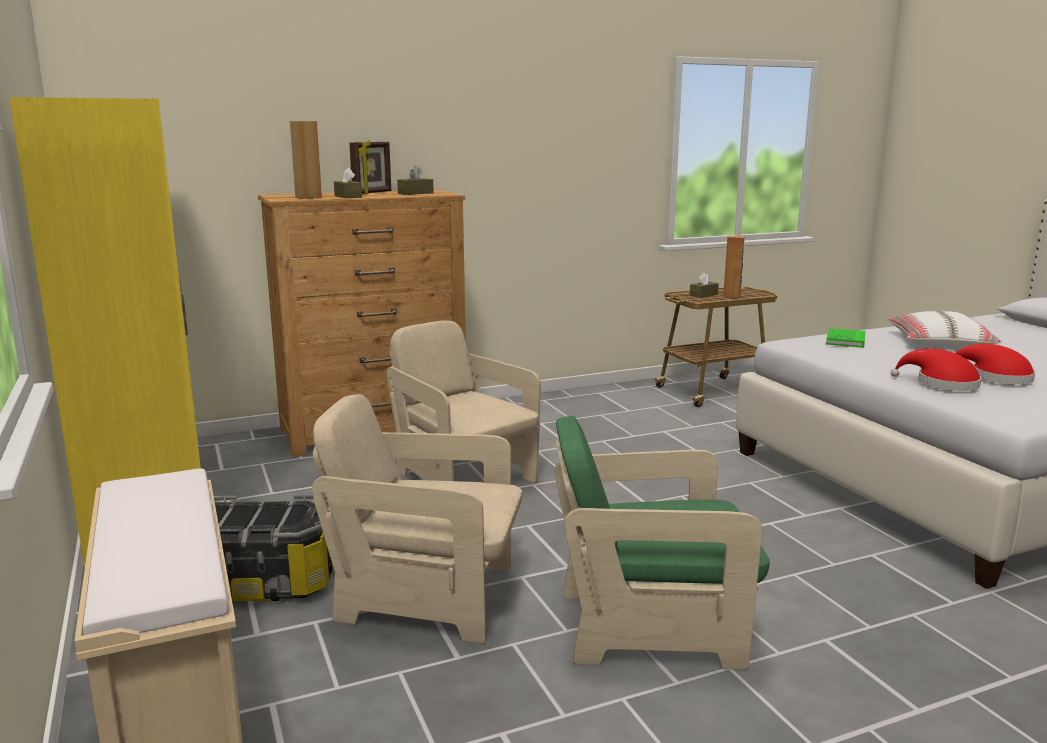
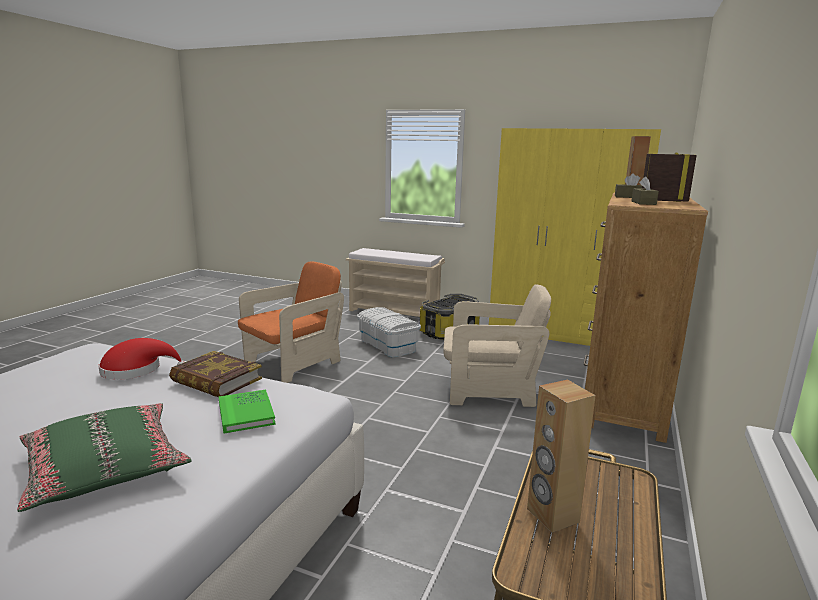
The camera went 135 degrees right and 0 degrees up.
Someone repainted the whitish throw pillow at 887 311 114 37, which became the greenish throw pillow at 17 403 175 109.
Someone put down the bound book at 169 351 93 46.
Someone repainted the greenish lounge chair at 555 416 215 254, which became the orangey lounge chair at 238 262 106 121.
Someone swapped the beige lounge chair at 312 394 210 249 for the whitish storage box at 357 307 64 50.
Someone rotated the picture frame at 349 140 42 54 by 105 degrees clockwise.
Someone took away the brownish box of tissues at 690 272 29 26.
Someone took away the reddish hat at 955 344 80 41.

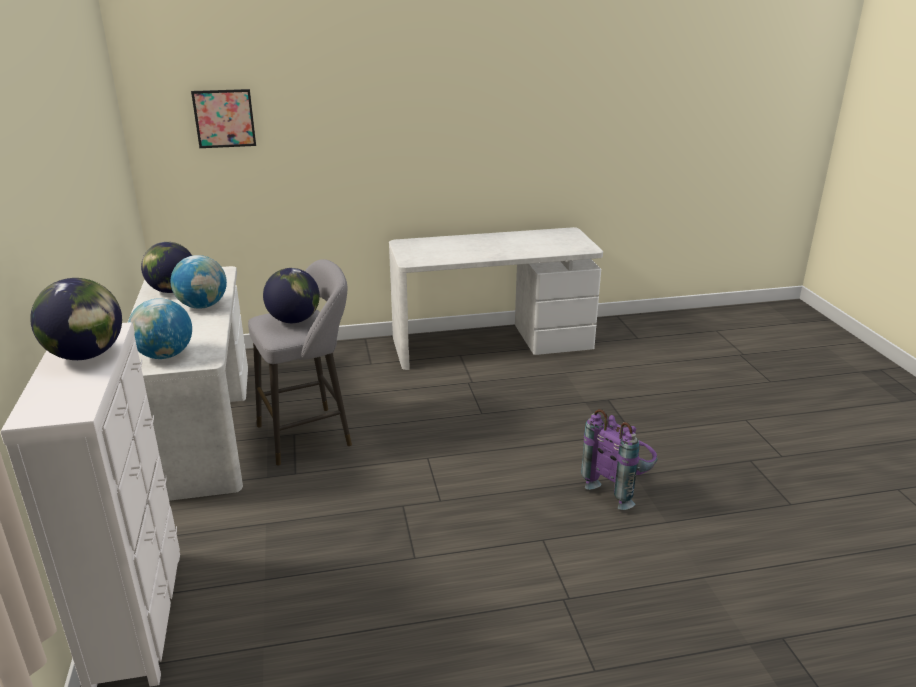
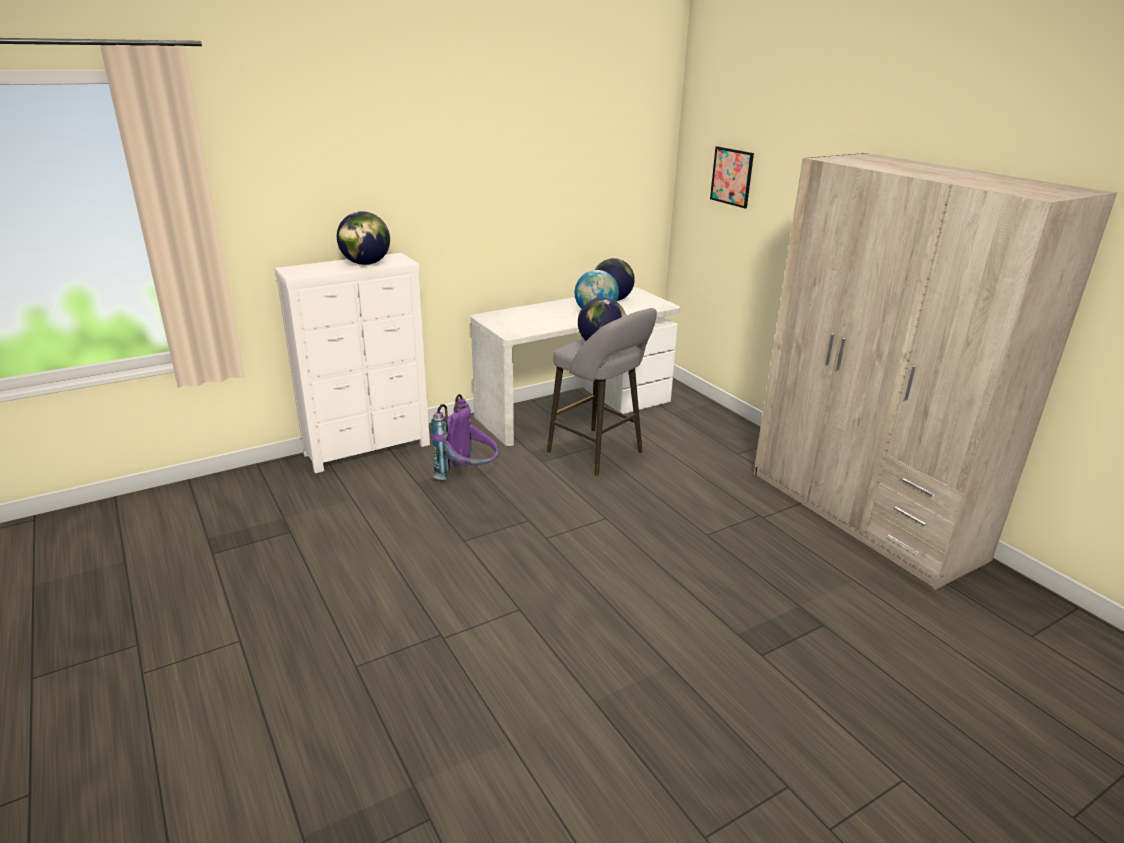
The camera went 70 degrees right and 0 degrees up.
Someone carried the purple knapsack from 581 409 76 101 to 431 394 68 86.
Someone swapped the whitish desk table at 389 227 214 143 for the beige clothes cupboard at 754 153 363 437.
Someone took away the desk globe at 128 298 64 61.

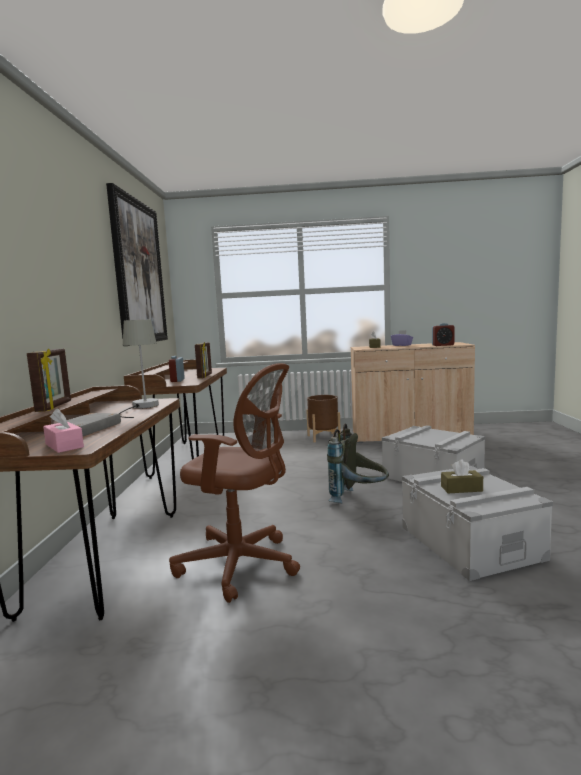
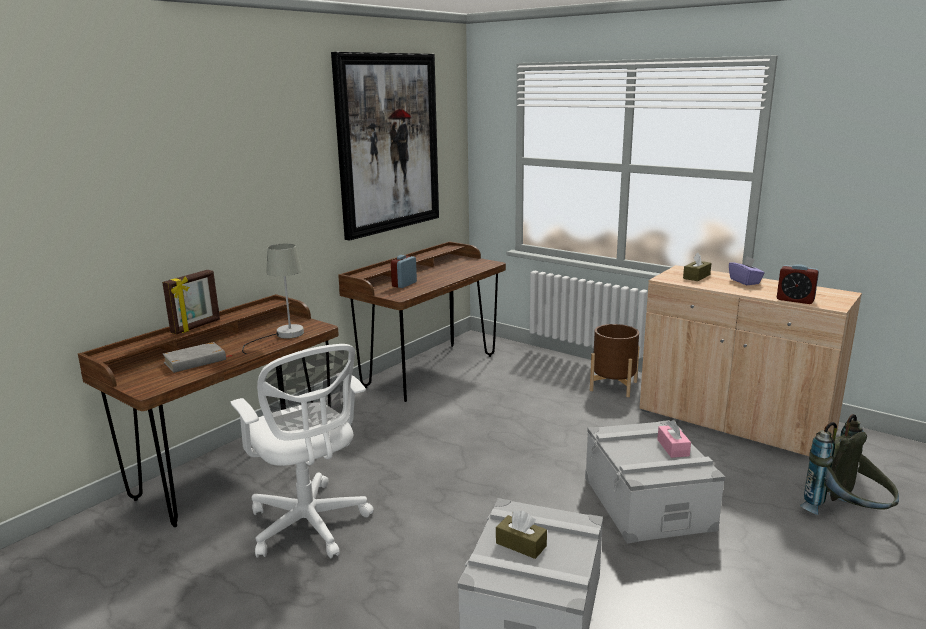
The camera went 35 degrees right and 10 degrees up.
Someone repainted the brownish computer chair at 169 363 131 240, which became the whitish computer chair at 231 344 143 214.
Someone carried the pink box of tissues from 43 408 41 45 to 657 420 34 38.
Someone carried the gray knapsack from 327 423 62 80 to 800 414 99 101.
Someone took away the picture frame at 195 342 17 36.

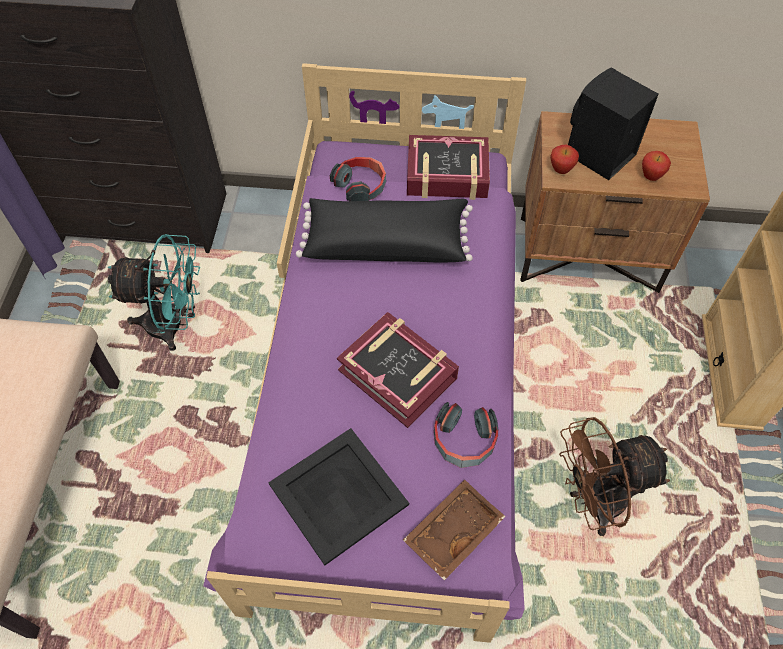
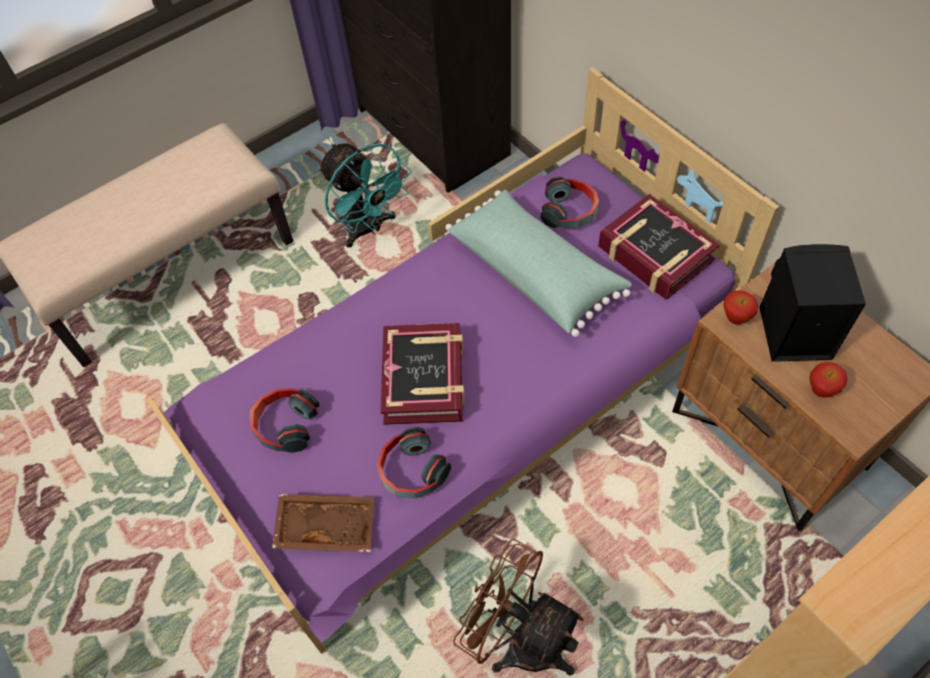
The camera went 50 degrees right and 0 degrees up.
Someone swapped the blackish tray at 269 428 140 138 for the pair of headphones at 250 388 70 65.
Someone repainted the blackish throw pillow at 296 198 177 64, which became the greenish throw pillow at 445 190 187 147.

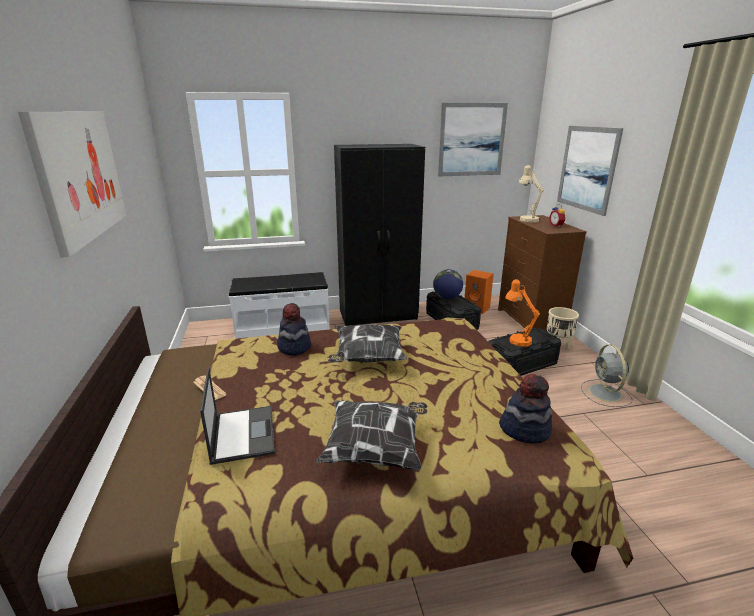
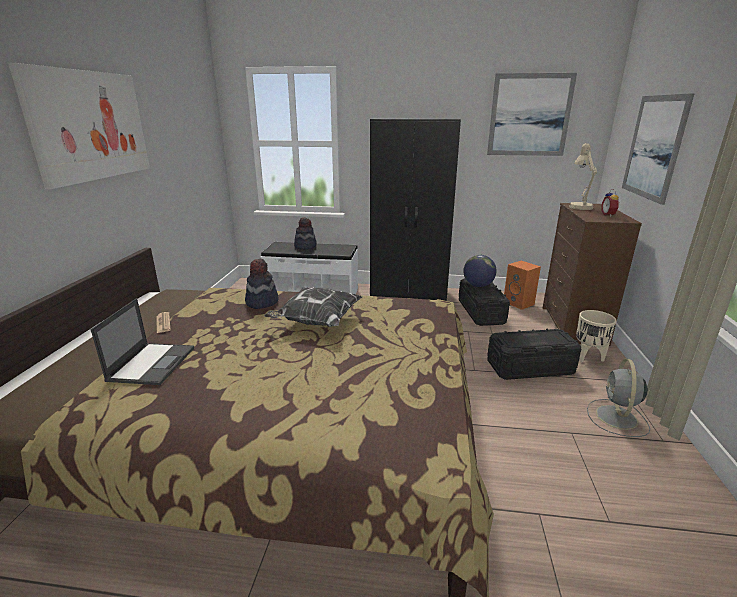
The camera went 20 degrees right and 0 degrees up.
Someone carried the hat from 499 374 53 69 to 294 217 22 33.
Someone took away the throw pillow at 316 401 111 69.
Someone took away the orangey table lamp at 505 279 35 68.

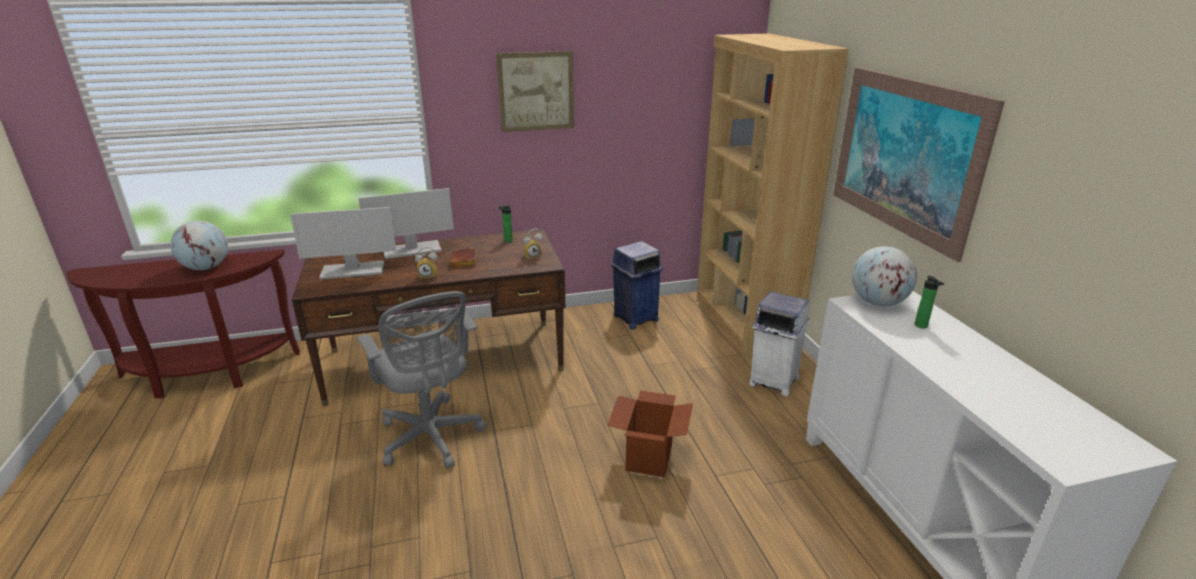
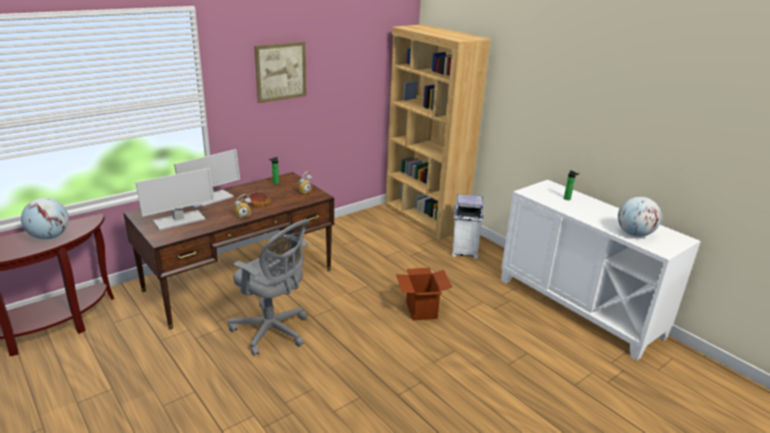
The camera went 25 degrees left and 0 degrees up.
Someone carried the desk globe from 852 246 65 60 to 618 196 43 41.
Someone took away the bluish rubbish bin at 611 241 52 89.
Someone took away the picture at 833 67 172 195.

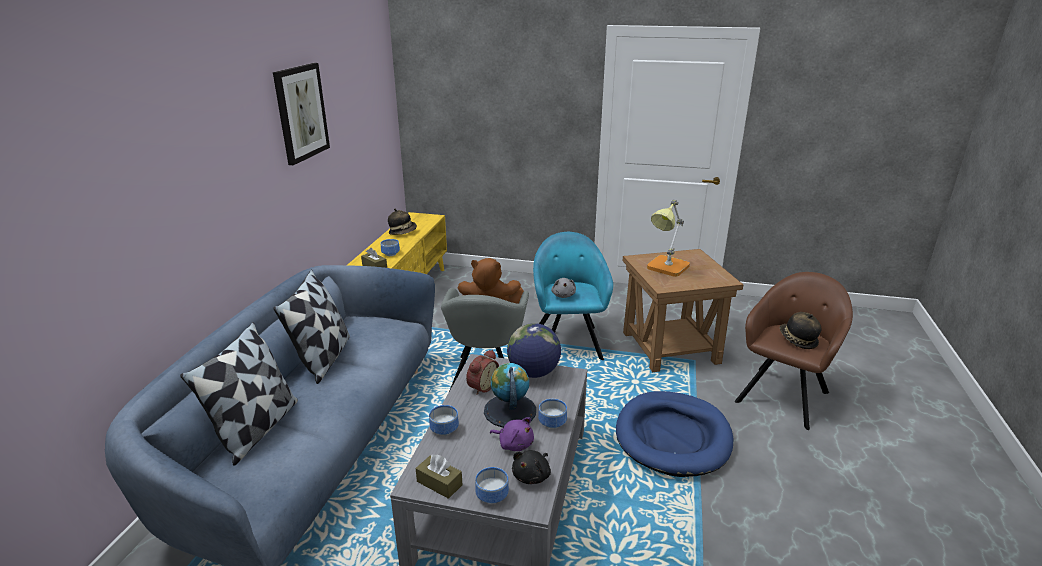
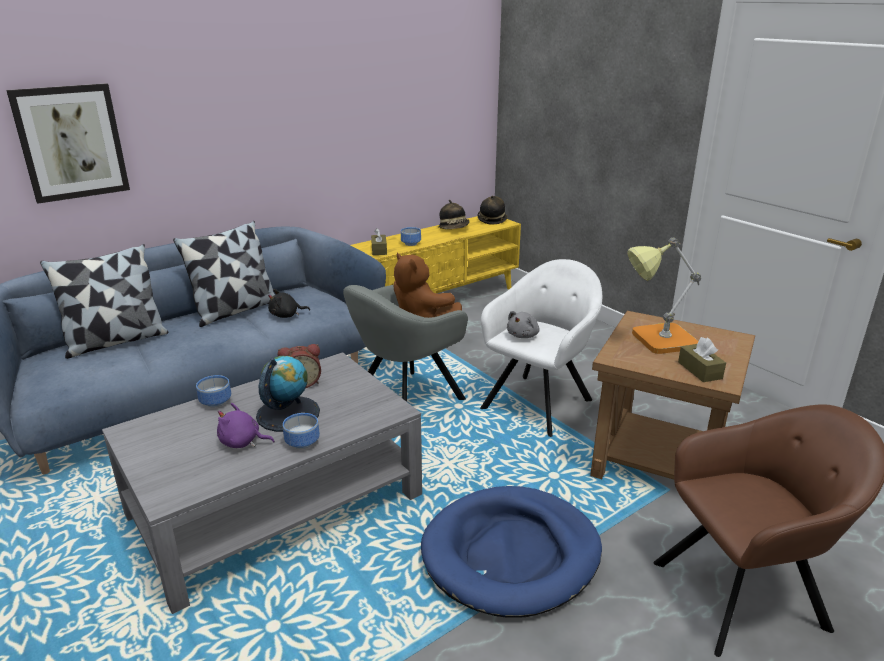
The camera went 40 degrees right and 0 degrees up.
Someone carried the picture from 273 63 57 102 to 6 83 124 121.
Someone rotated the purple soft toy at 490 417 44 34 by 120 degrees clockwise.
Someone carried the blackish soft toy from 512 450 39 34 to 268 289 42 29.
Someone carried the hat from 780 312 42 37 to 478 195 30 29.
Someone repainted the blue-green lounge chair at 533 232 80 128, which became the whitish lounge chair at 480 259 122 178.
Someone carried the brownish box of tissues from 416 455 46 44 to 678 337 48 45.
Someone took away the deep dish at 475 467 34 36.
Someone took away the desk globe at 507 323 54 55.

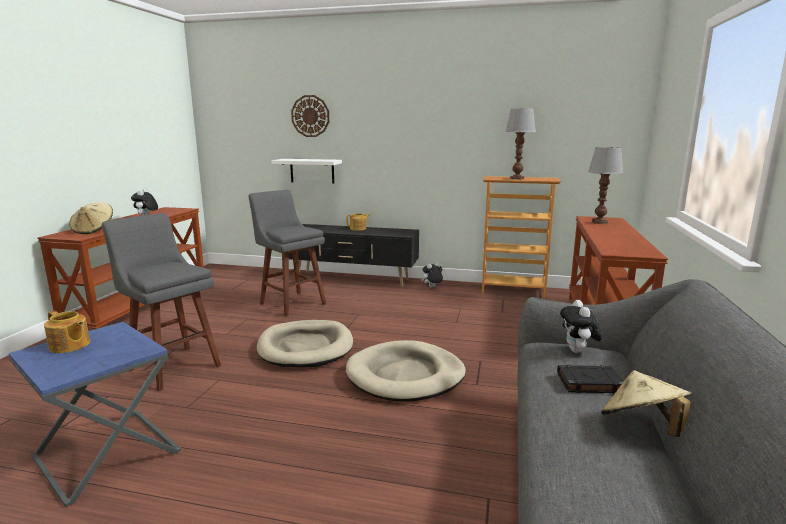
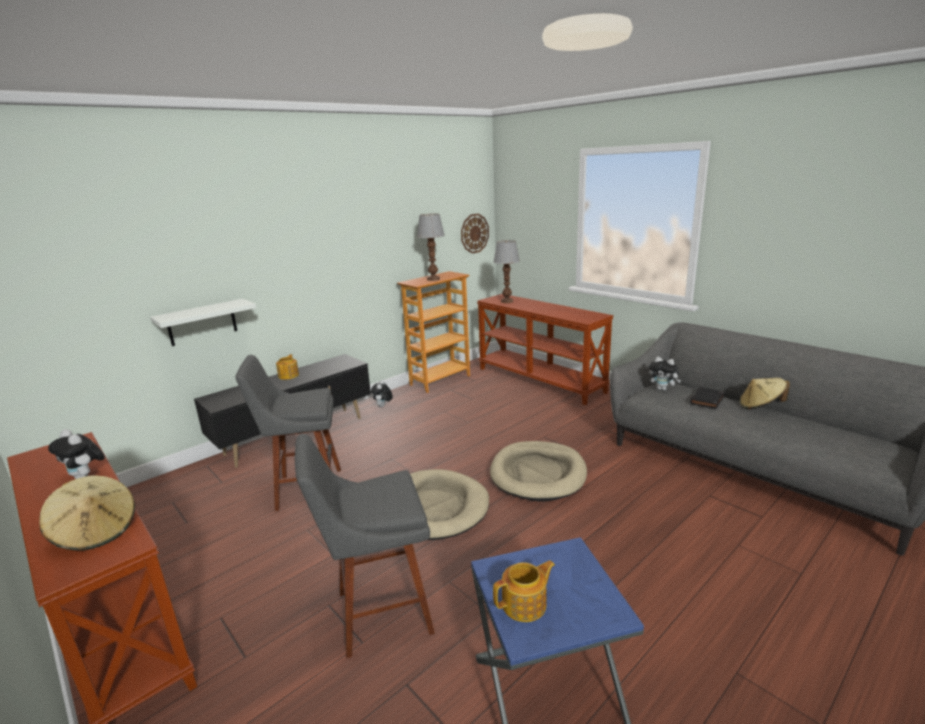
The camera went 55 degrees left and 5 degrees up.
Someone carried the clock on the wall from 291 95 38 42 to 461 214 28 39.

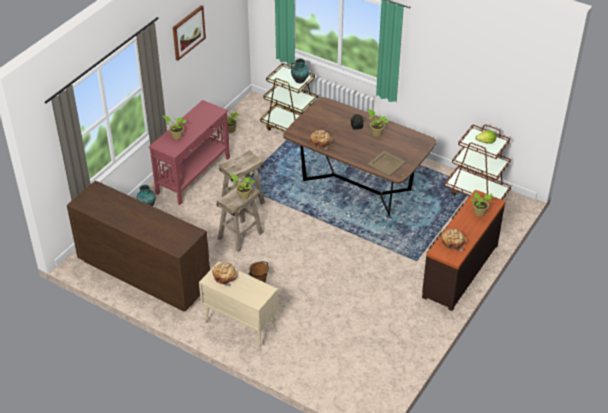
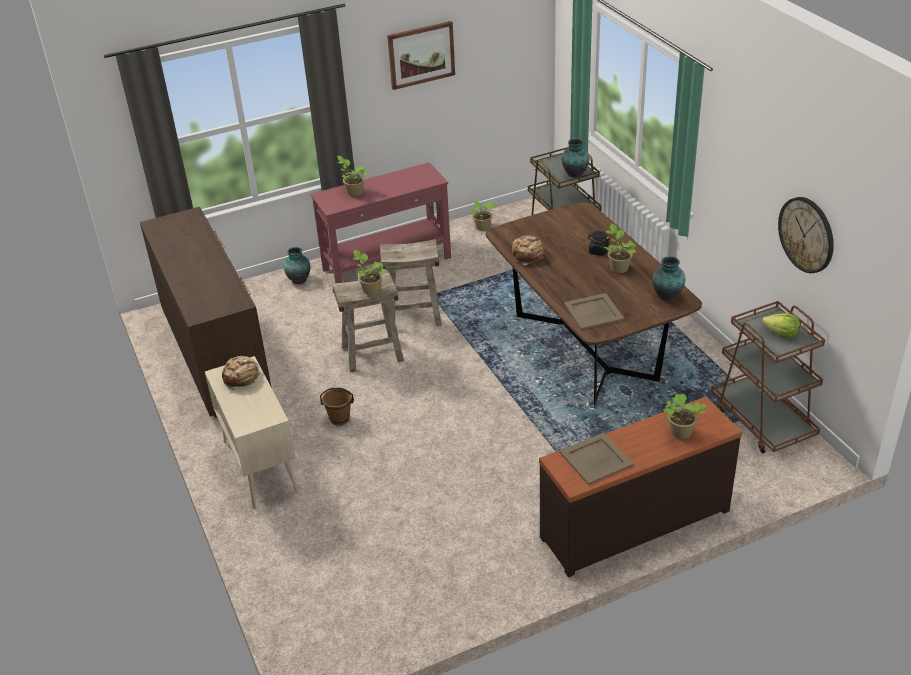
The camera went 35 degrees right and 5 degrees down.
Someone swapped the baked bread at 441 229 25 22 for the beige tray at 560 433 73 52.
Someone put down the vase at 652 256 33 45.
Someone put up the clock on the wall at 778 197 56 76.

